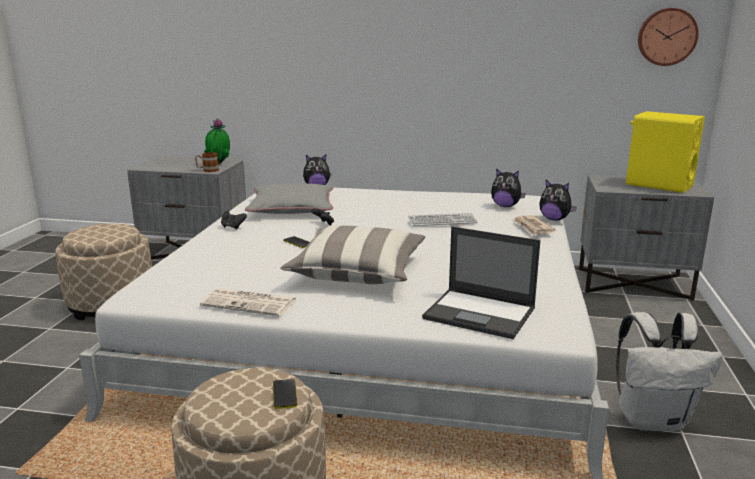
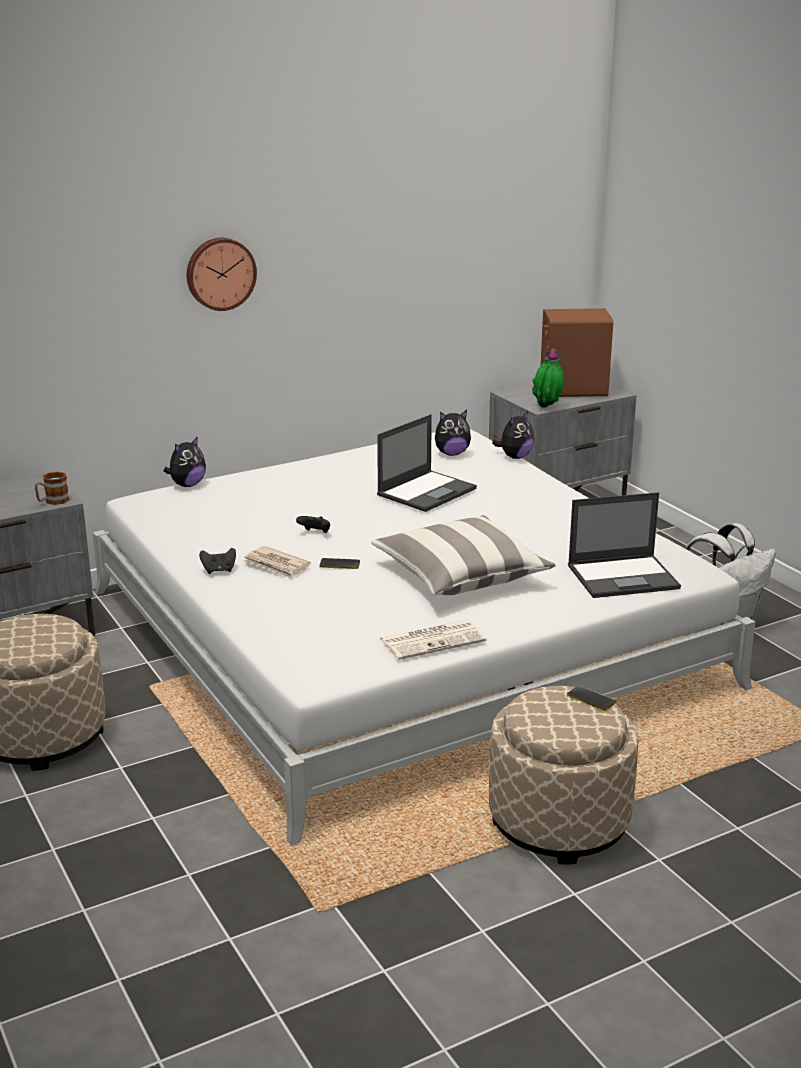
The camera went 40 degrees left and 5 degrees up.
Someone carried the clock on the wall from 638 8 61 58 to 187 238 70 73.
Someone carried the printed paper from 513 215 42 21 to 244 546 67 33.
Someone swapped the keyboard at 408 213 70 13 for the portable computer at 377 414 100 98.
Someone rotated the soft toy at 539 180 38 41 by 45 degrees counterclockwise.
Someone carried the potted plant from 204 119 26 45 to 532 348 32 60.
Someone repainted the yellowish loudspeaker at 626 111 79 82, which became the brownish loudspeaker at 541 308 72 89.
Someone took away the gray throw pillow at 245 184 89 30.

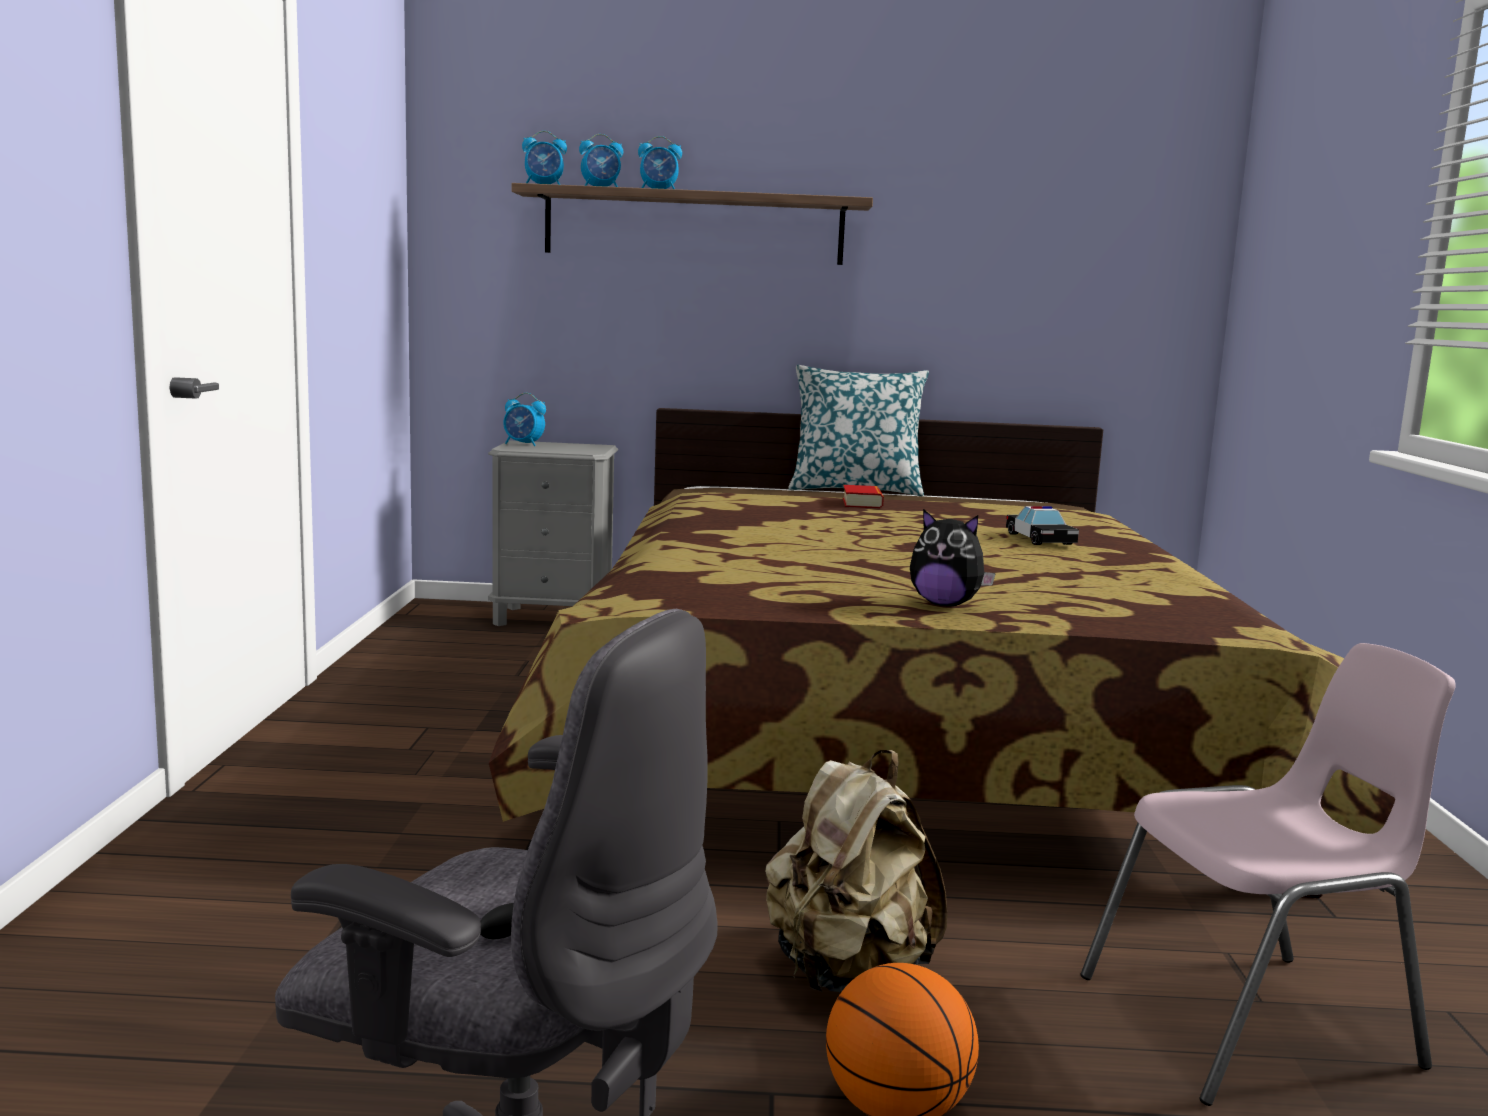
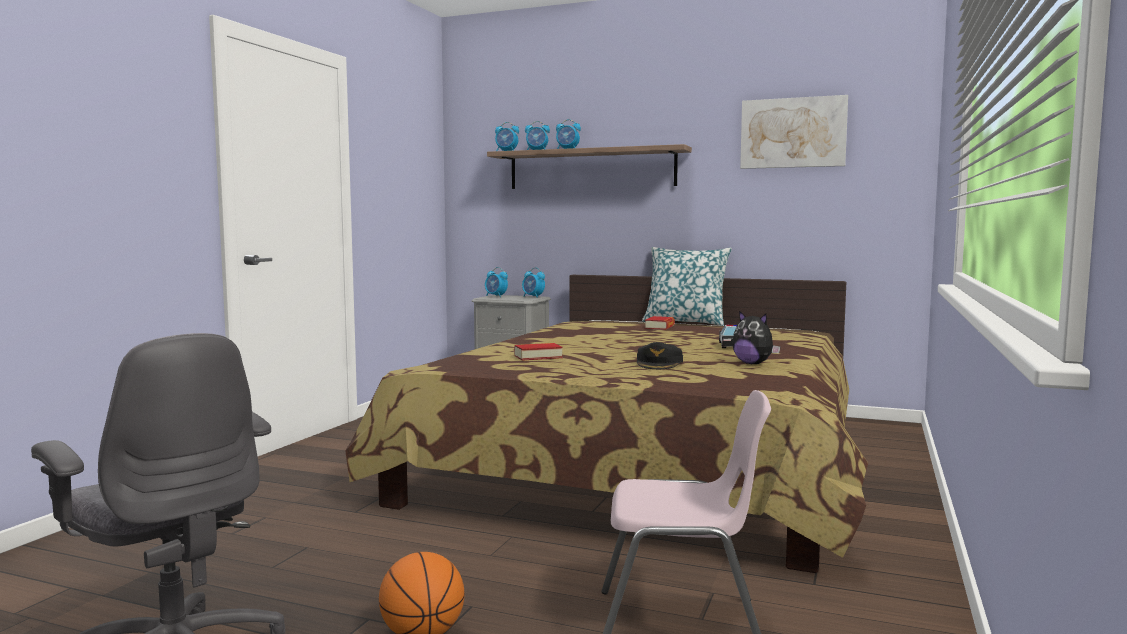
The camera went 20 degrees right and 5 degrees down.
Someone put down the bound book at 514 343 49 18.
Someone put down the bedside clock at 522 267 23 31.
Someone put down the blackish baseball cap at 637 342 46 27.
Someone carried the soft toy from 910 509 86 97 to 732 311 49 53.
Someone put up the picture at 740 95 108 74.
Someone took away the beige knapsack at 765 750 182 242.

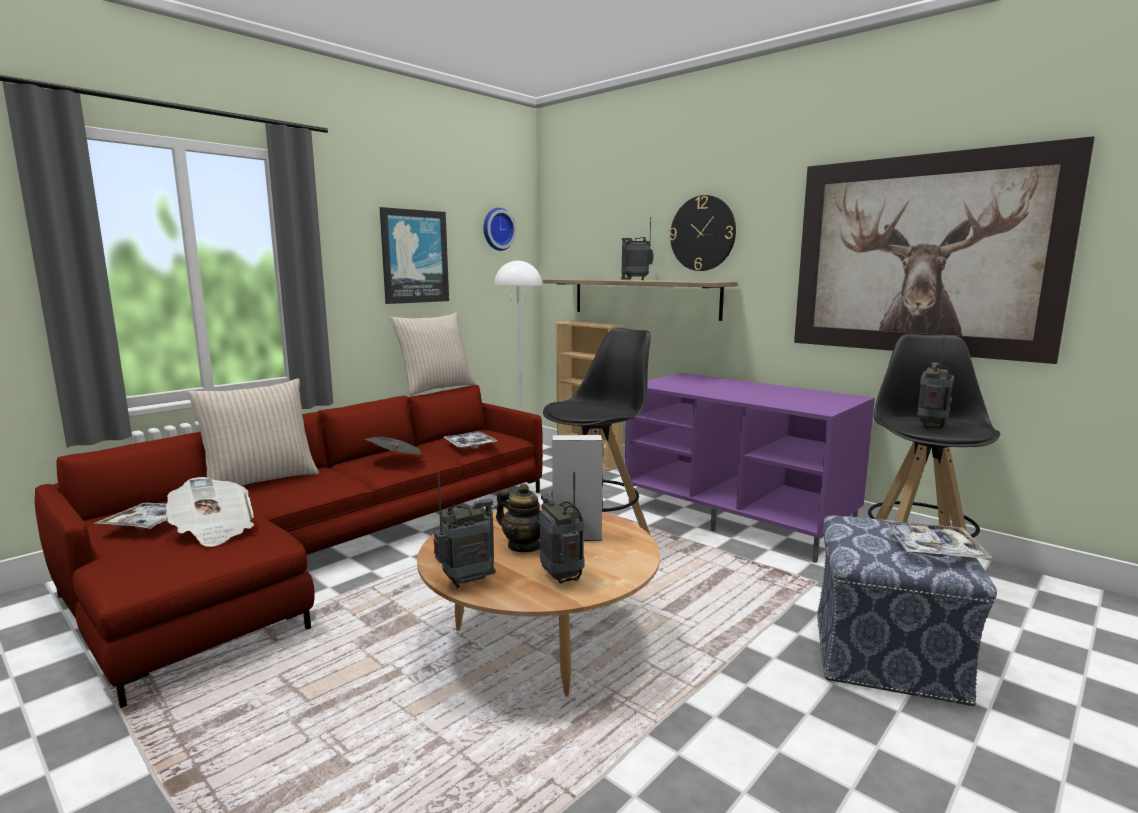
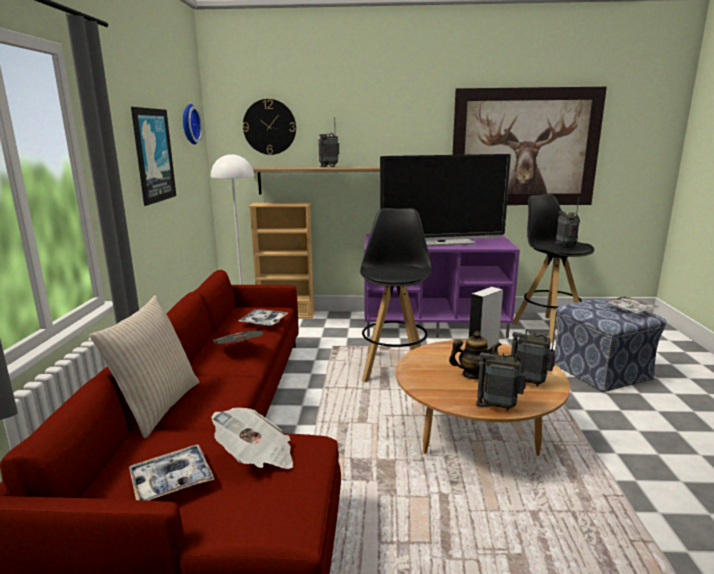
The camera went 40 degrees left and 5 degrees up.
Someone carried the clock on the wall from 669 195 67 76 to 243 99 53 56.
Someone put down the television at 380 154 131 92.
Someone rotated the radio receiver at 433 473 62 116 by 90 degrees counterclockwise.
Someone took away the beige throw pillow at 390 312 86 84.

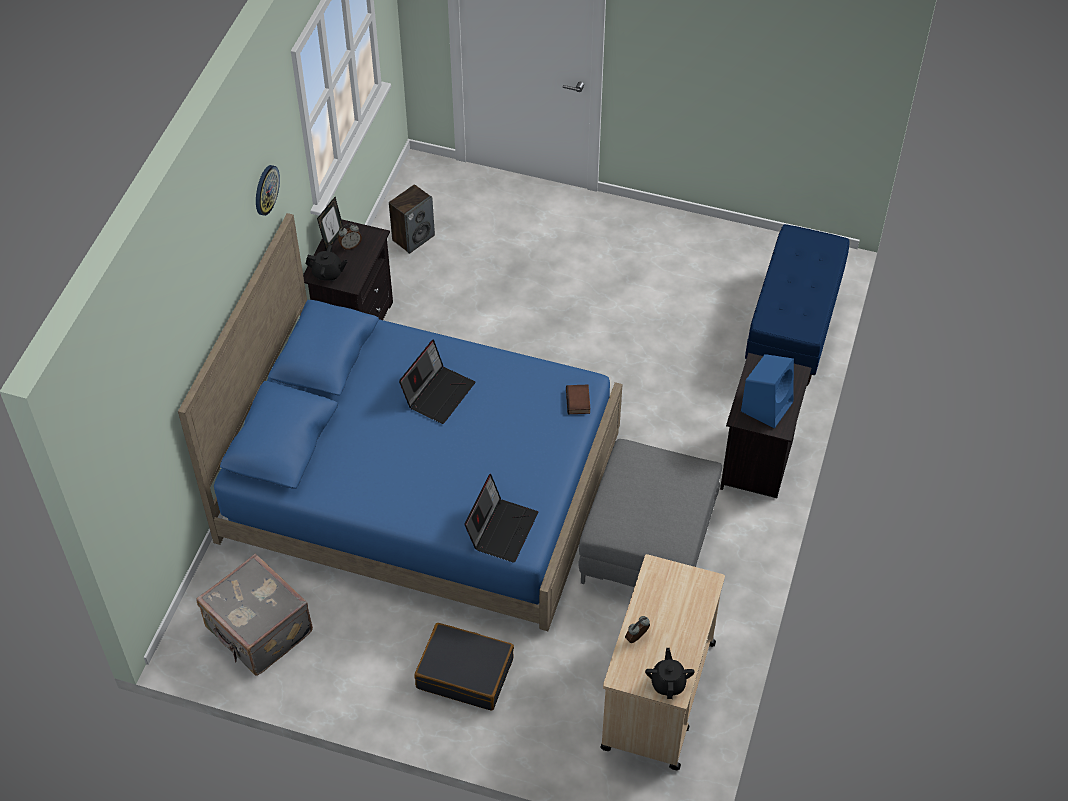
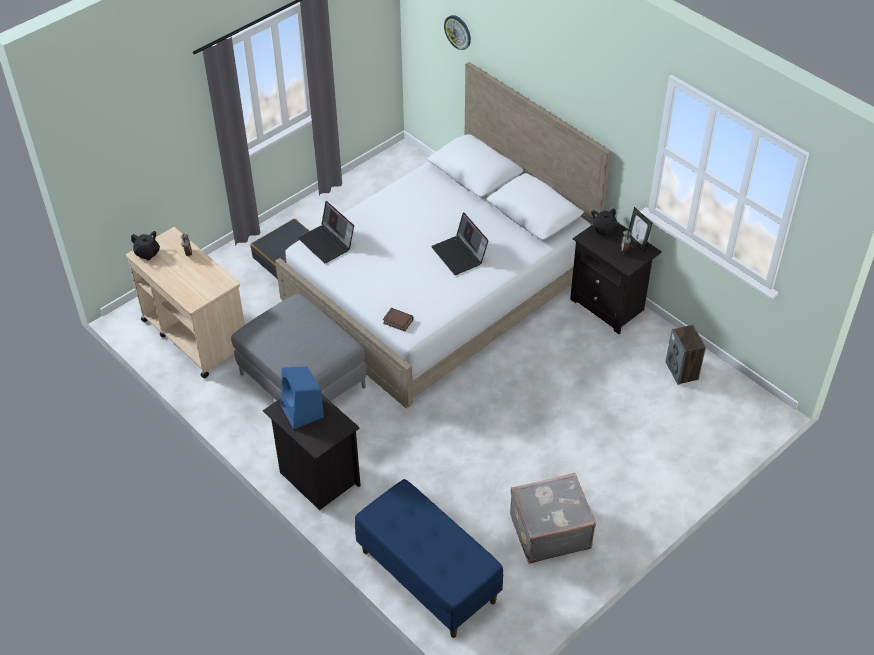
The camera went 120 degrees right and 5 degrees down.
Someone repainted the bluish bedroom bed at 178 213 444 418, which became the whitish bedroom bed at 275 62 337 347.
Someone carried the clock on the wall from 256 165 24 51 to 444 15 27 35.
Someone carried the gray suitcase from 197 554 116 122 to 510 473 86 91.

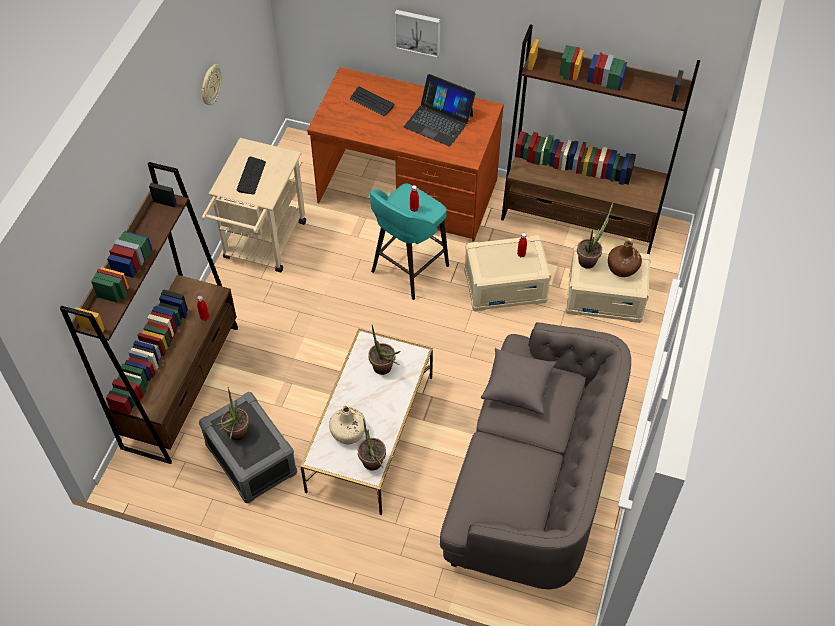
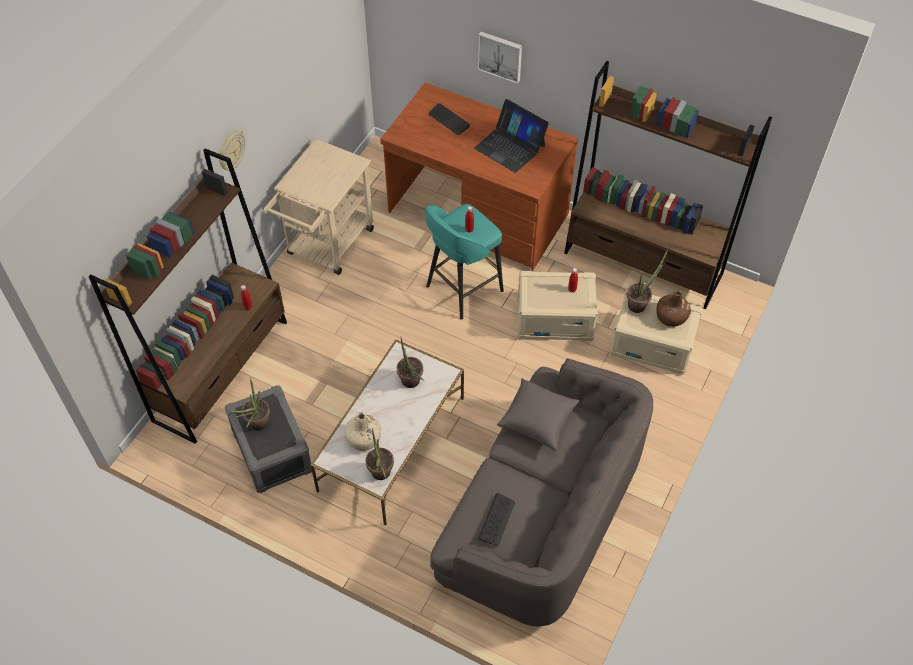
The camera went 10 degrees right and 0 degrees up.
Someone carried the clock on the wall from 201 64 21 41 to 219 130 27 41.
Someone carried the keyboard from 237 156 29 39 to 478 493 37 53.

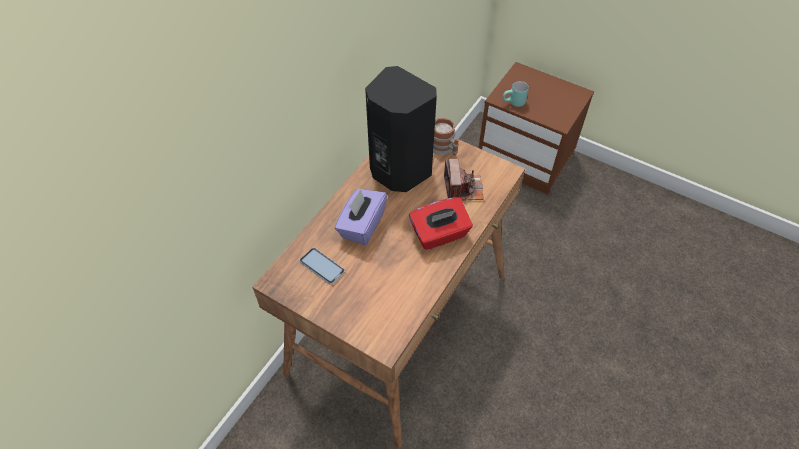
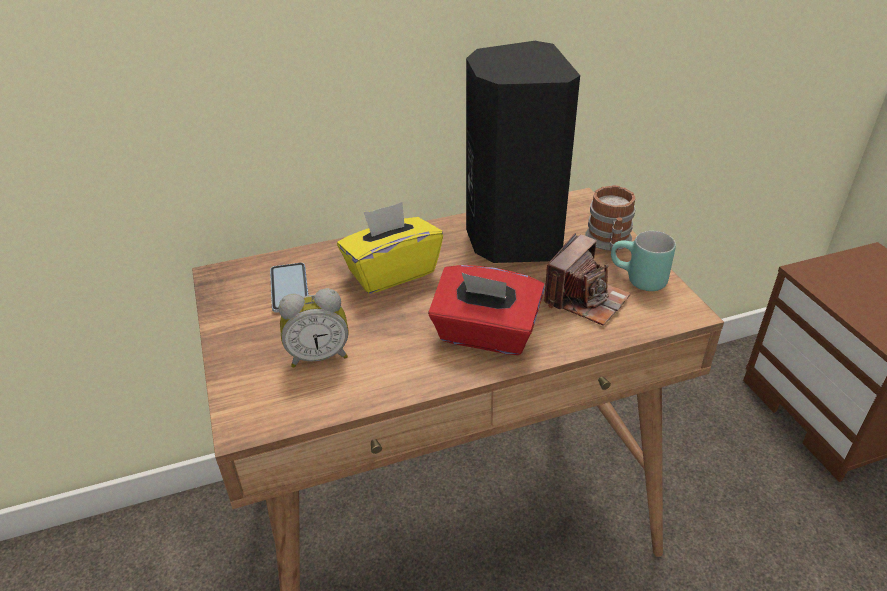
The camera went 40 degrees right and 15 degrees down.
Someone put down the bedside clock at 279 288 69 79.
Someone repainted the purple box of tissues at 335 189 52 56, which became the yellowish box of tissues at 337 202 106 92.
Someone carried the blue-green mug from 503 81 26 26 to 611 231 65 60.

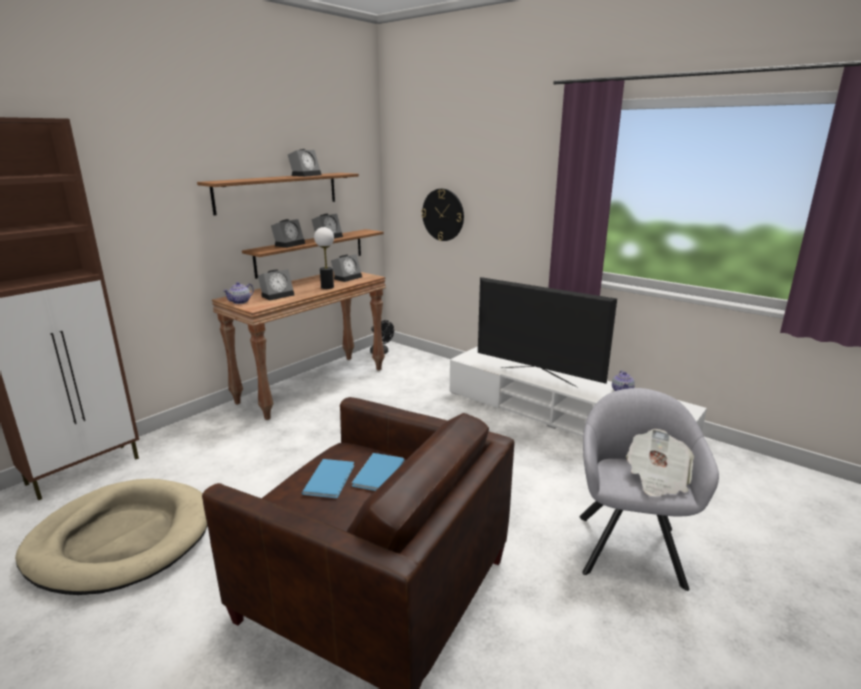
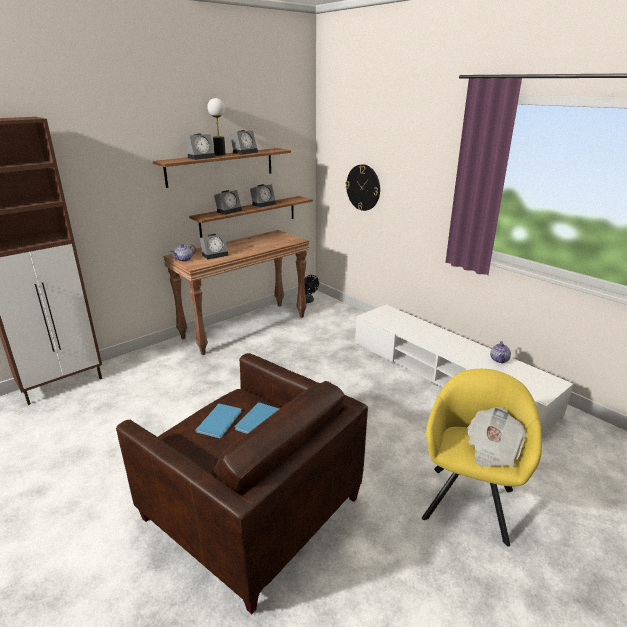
The camera went 10 degrees right and 5 degrees up.
Someone carried the bedside clock from 331 254 31 28 to 184 134 32 26.
Someone carried the table lamp from 314 227 20 62 to 207 98 19 58.
Someone repainted the gray lounge chair at 579 388 140 203, which became the yellowish lounge chair at 422 369 120 178.
Someone took away the beige dog cushion at 15 479 193 116.
Someone took away the television at 478 277 139 110.

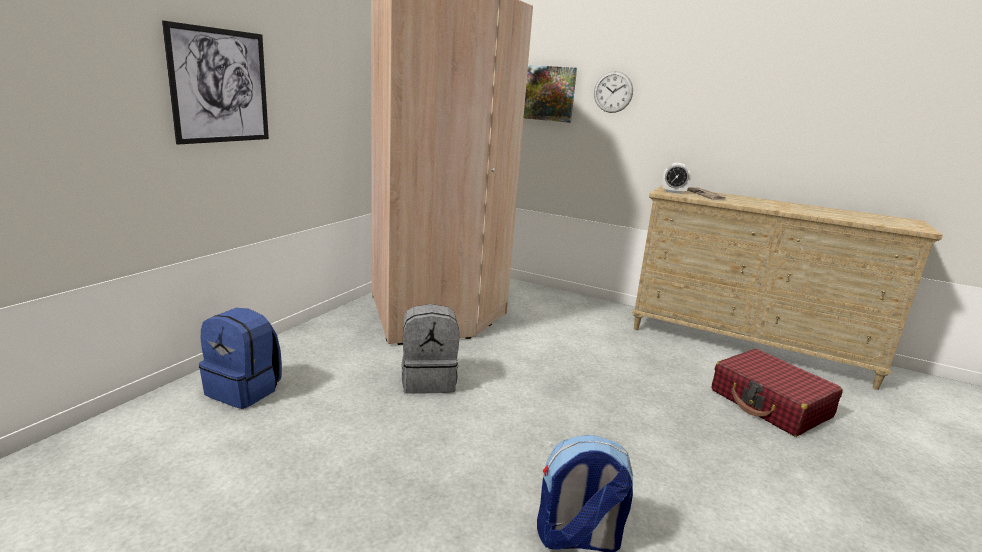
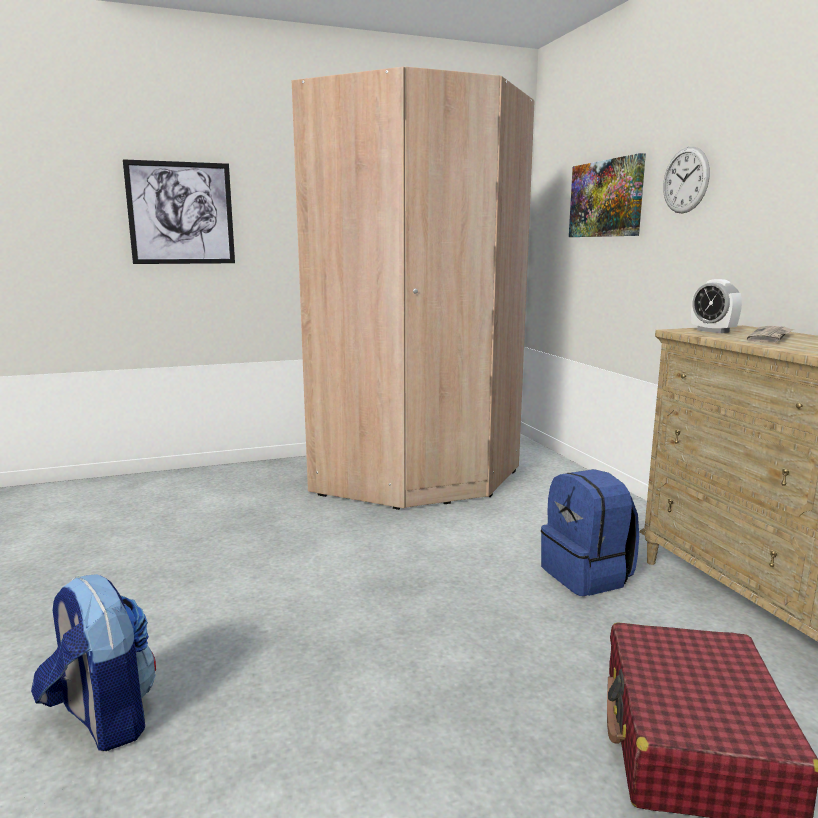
The camera went 45 degrees right and 5 degrees down.
Someone carried the bluish knapsack from 199 308 83 101 to 541 469 98 127.
Someone took away the gray knapsack at 402 304 57 90.

